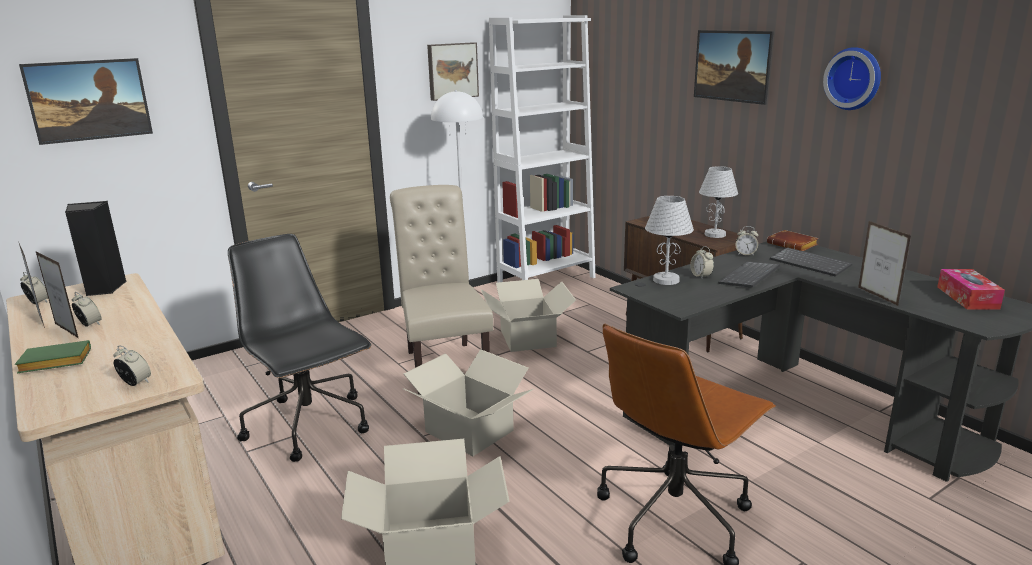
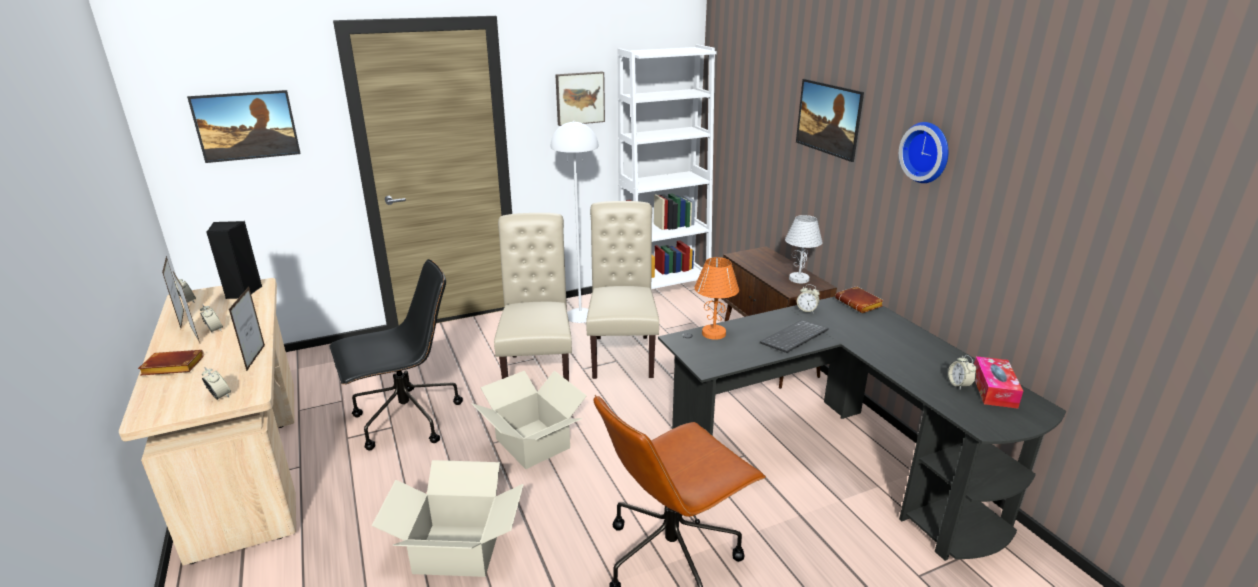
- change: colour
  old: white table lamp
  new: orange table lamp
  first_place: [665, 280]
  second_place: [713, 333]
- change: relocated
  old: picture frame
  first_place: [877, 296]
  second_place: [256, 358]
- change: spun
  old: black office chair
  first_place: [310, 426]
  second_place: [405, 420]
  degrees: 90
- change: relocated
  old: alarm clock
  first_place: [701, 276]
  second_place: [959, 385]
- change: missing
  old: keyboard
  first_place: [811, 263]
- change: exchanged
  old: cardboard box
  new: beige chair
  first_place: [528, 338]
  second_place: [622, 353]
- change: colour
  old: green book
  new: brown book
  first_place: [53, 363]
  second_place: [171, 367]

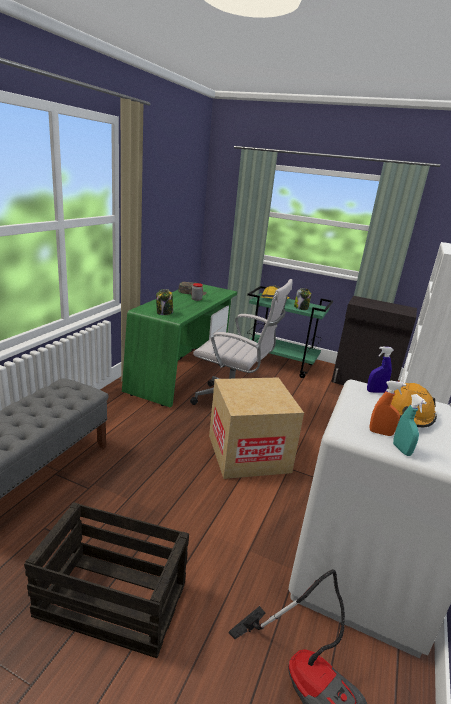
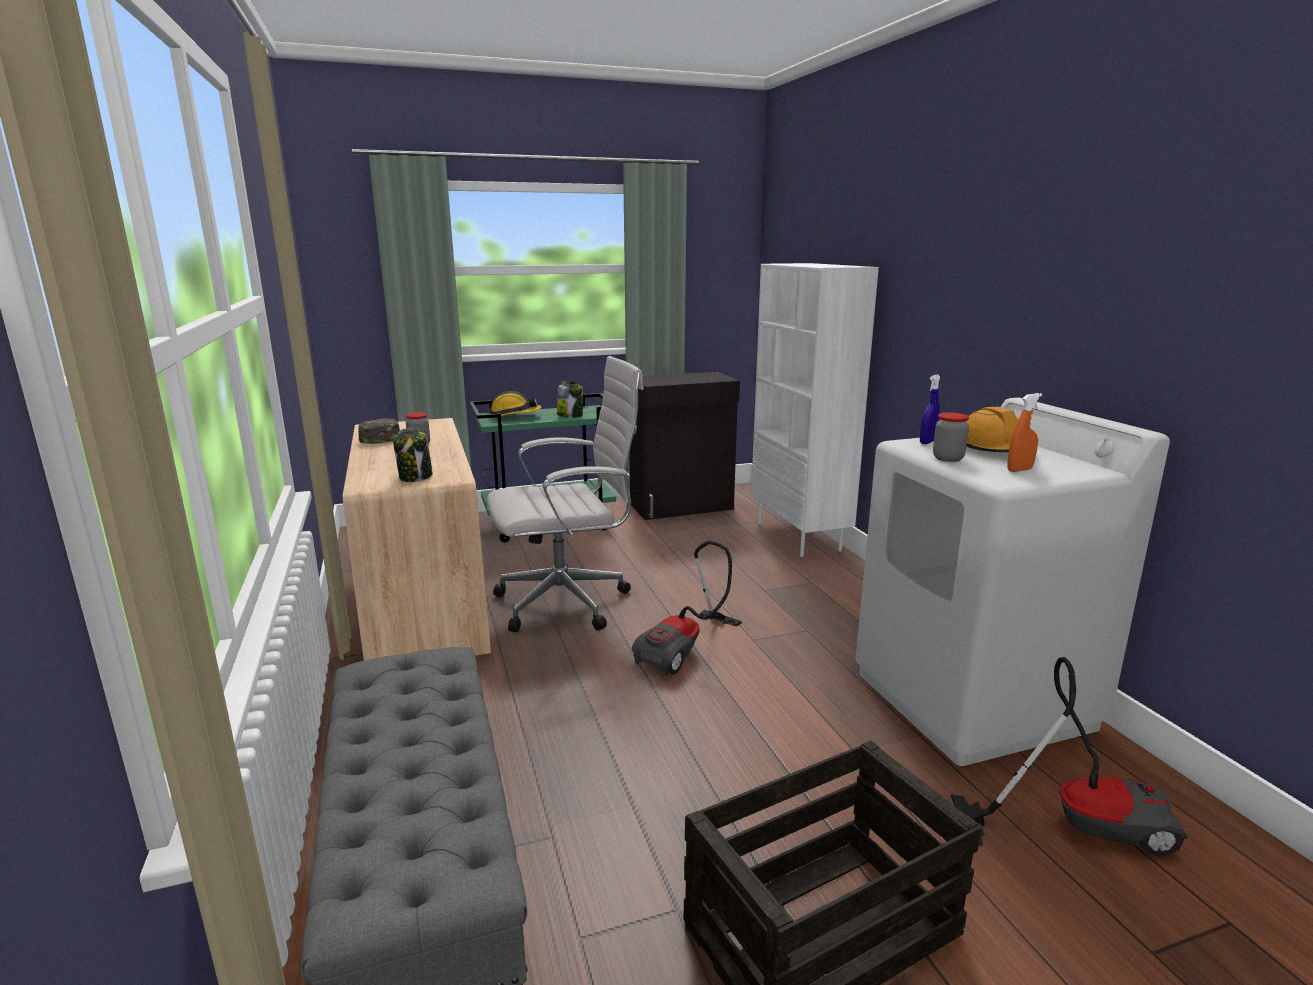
- change: colour
  old: green desk
  new: beige desk
  first_place: [181, 373]
  second_place: [423, 599]
- change: exchanged
  old: cardboard box
  new: vacuum cleaner
  first_place: [248, 453]
  second_place: [686, 650]
- change: missing
  old: turquoise spray bottle
  first_place: [401, 450]
- change: appeared
  new: jar
  second_place: [948, 458]

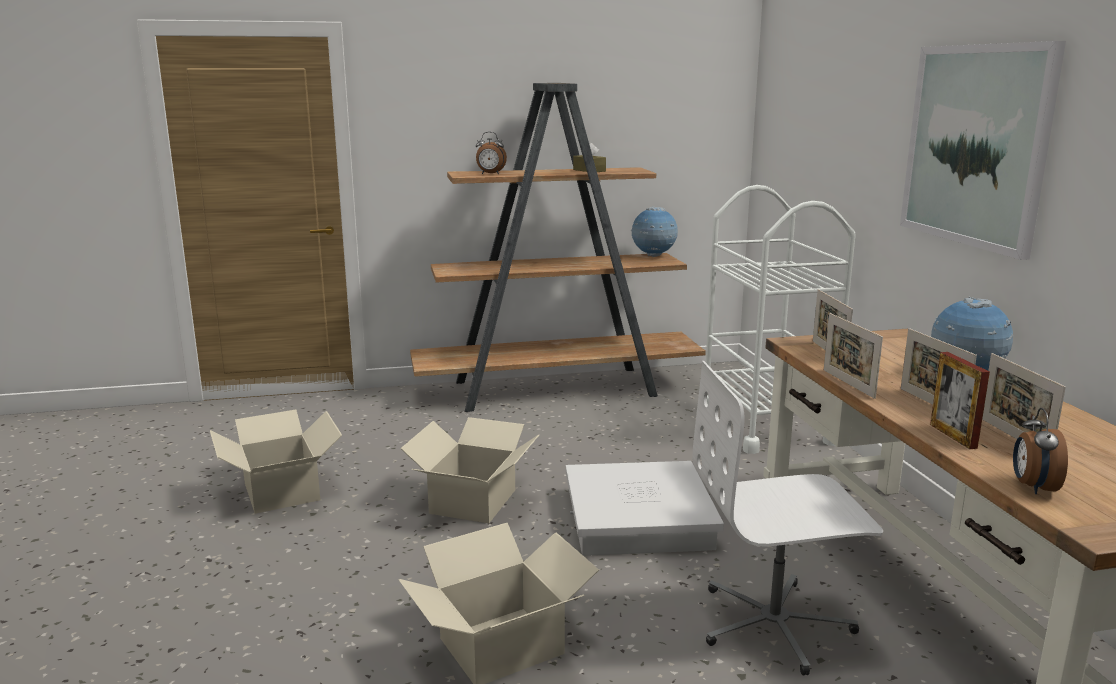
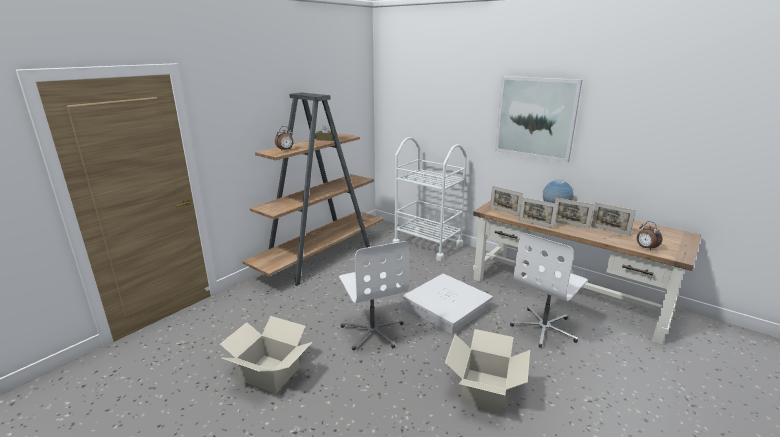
- change: missing
  old: globe
  first_place: [653, 256]
- change: missing
  old: picture frame
  first_place: [953, 436]
- change: exchanged
  old: cardboard box
  new: white office chair
  first_place: [472, 501]
  second_place: [373, 331]

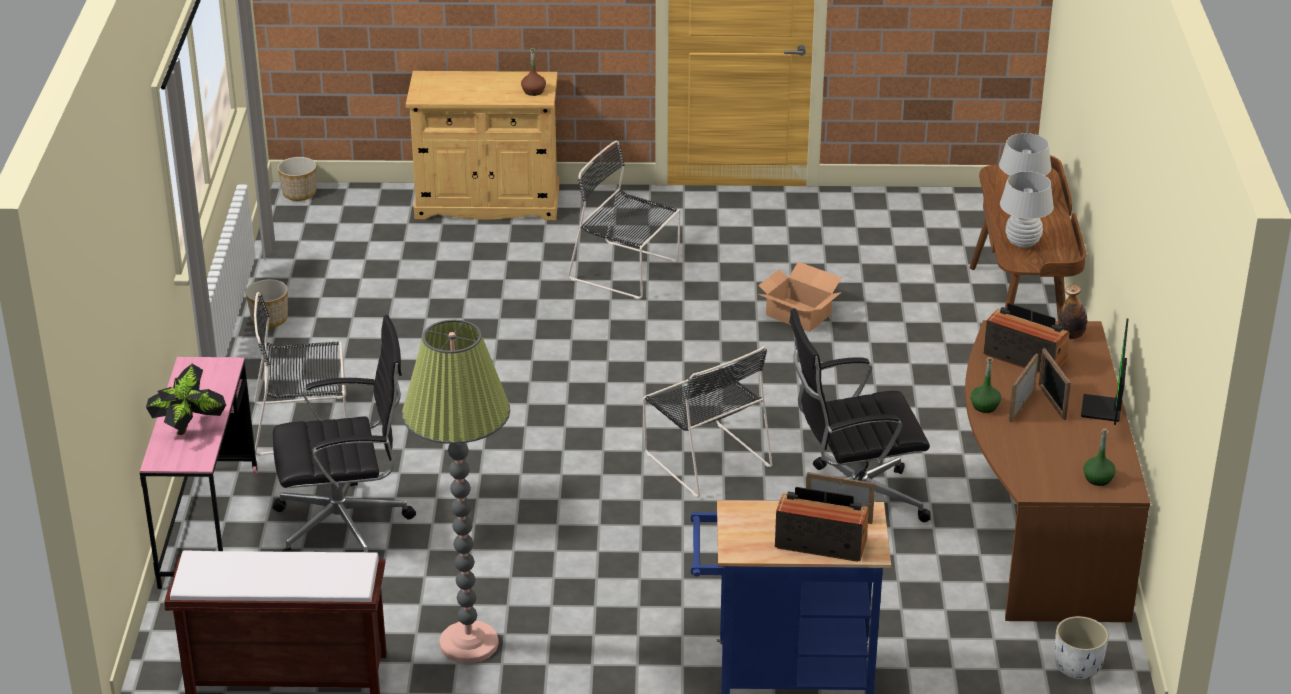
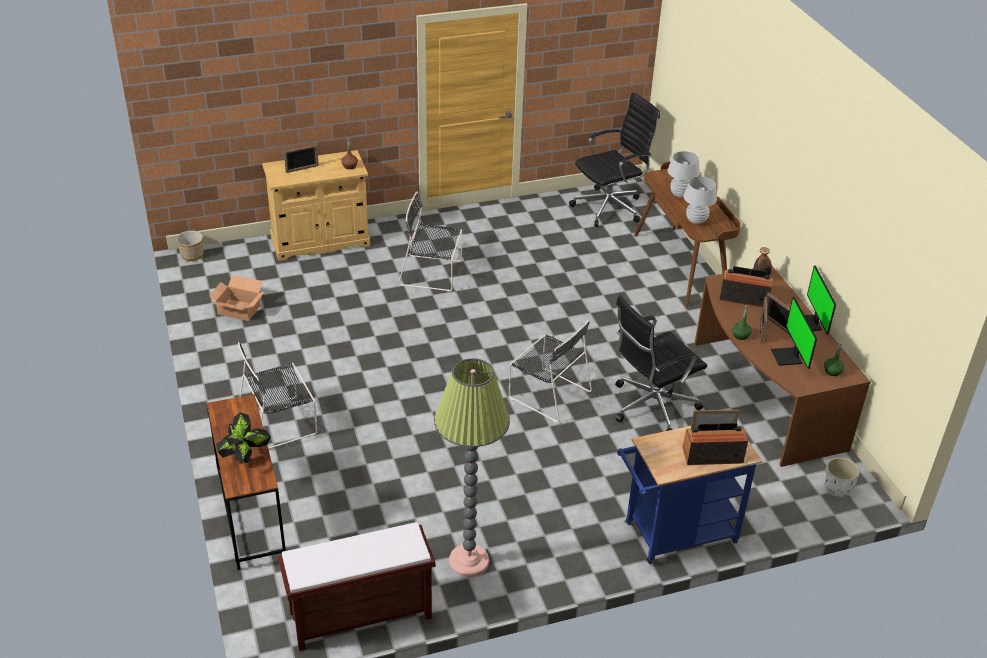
- change: relocated
  old: cardboard box
  first_place: [798, 314]
  second_place: [239, 309]
- change: missing
  old: planter
  first_place: [269, 319]
- change: relocated
  old: black office chair
  first_place: [346, 526]
  second_place: [610, 207]
- change: colour
  old: pink desk
  new: brown desk
  first_place: [209, 528]
  second_place: [251, 515]
- change: appeared
  new: picture frame
  second_place: [302, 169]
- change: appeared
  new: monitor
  second_place: [788, 357]

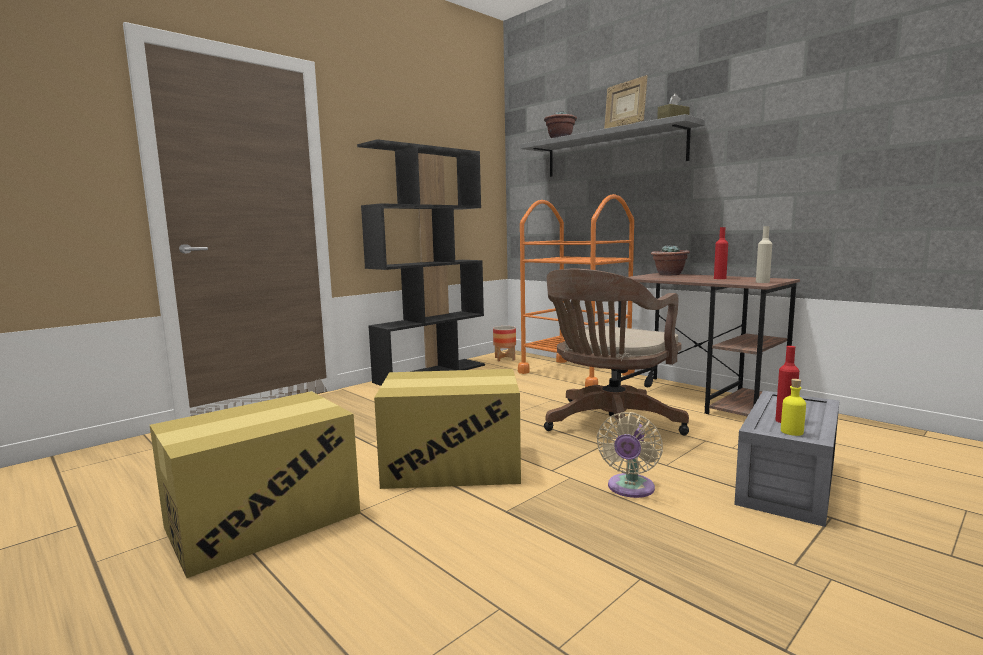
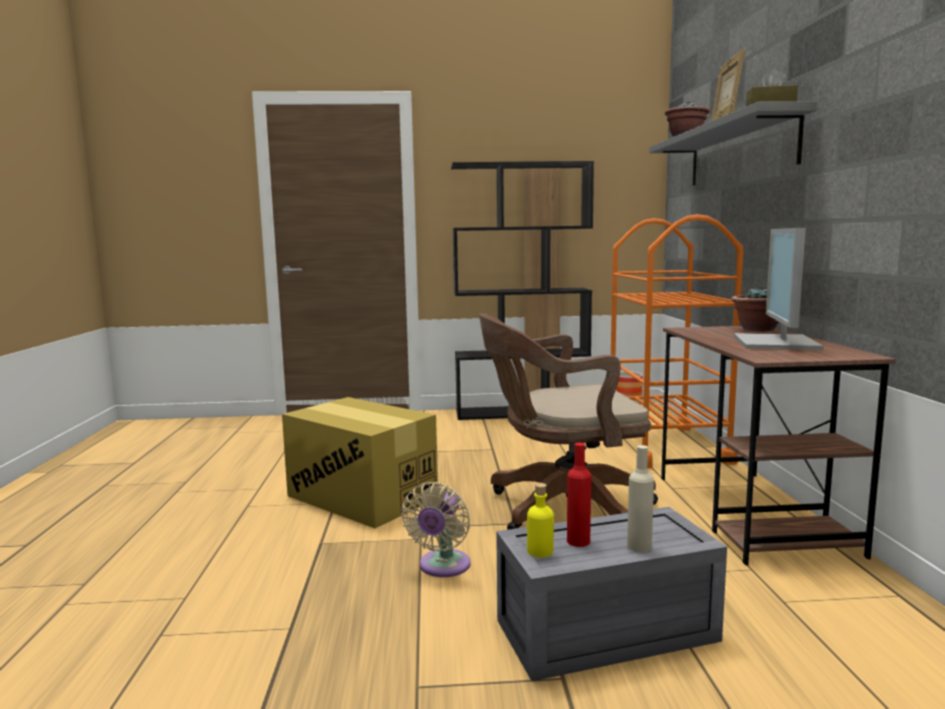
- change: relocated
  old: beige bottle
  first_place: [762, 282]
  second_place: [639, 546]
- change: exchanged
  old: red bottle
  new: monitor
  first_place: [720, 278]
  second_place: [777, 343]
- change: missing
  old: cardboard box
  first_place: [263, 520]
- change: spun
  old: beige fan
  first_place: [630, 489]
  second_place: [442, 567]
  degrees: -45

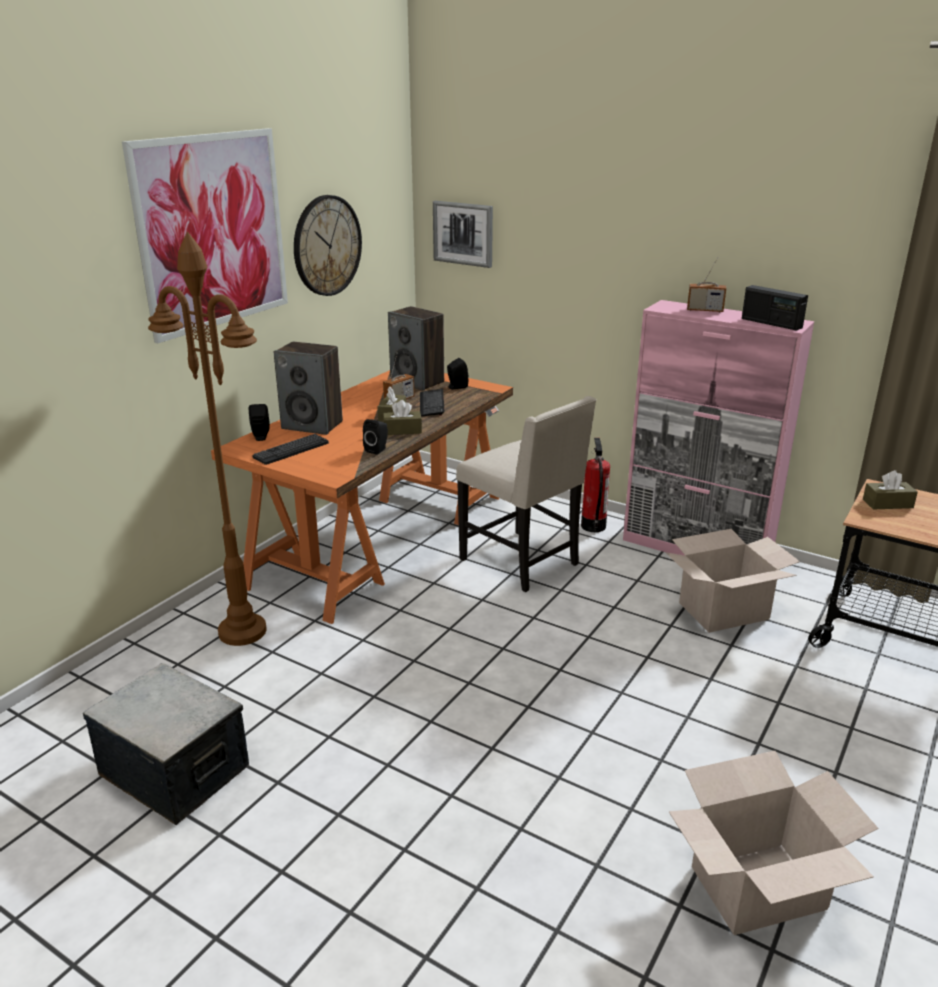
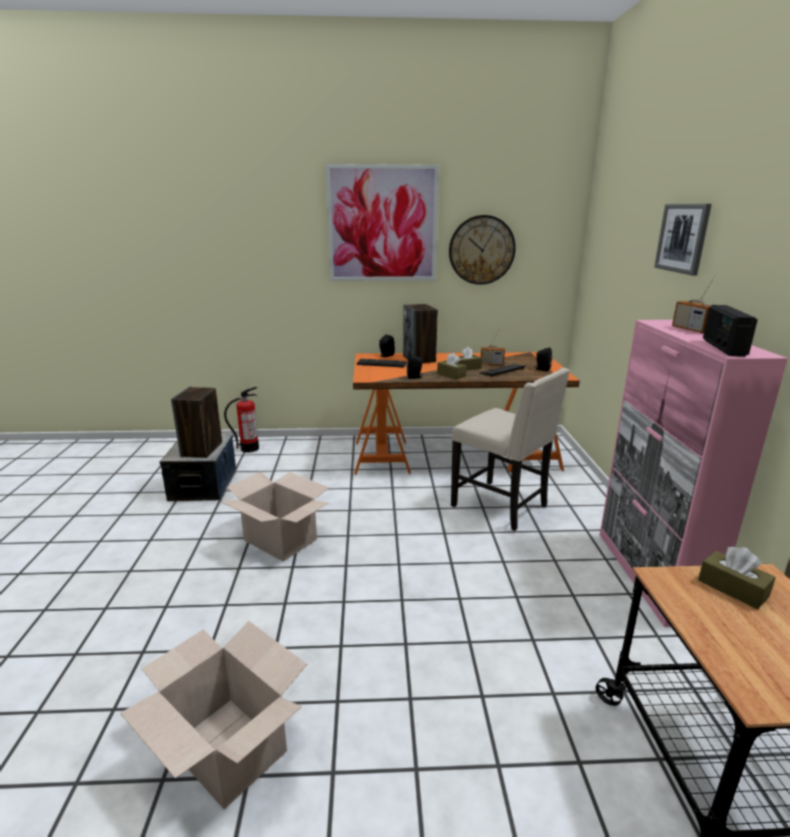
- change: relocated
  old: picture
  first_place: [463, 233]
  second_place: [683, 238]
- change: missing
  old: brown floor lamp
  first_place: [241, 631]
- change: relocated
  old: speaker
  first_place: [418, 381]
  second_place: [202, 450]
- change: spun
  old: beige chair
  first_place: [522, 562]
  second_place: [501, 506]
  degrees: -60
- change: relocated
  old: fire extinguisher
  first_place: [593, 526]
  second_place: [249, 448]
- change: relocated
  old: cardboard box
  first_place: [723, 611]
  second_place: [279, 540]

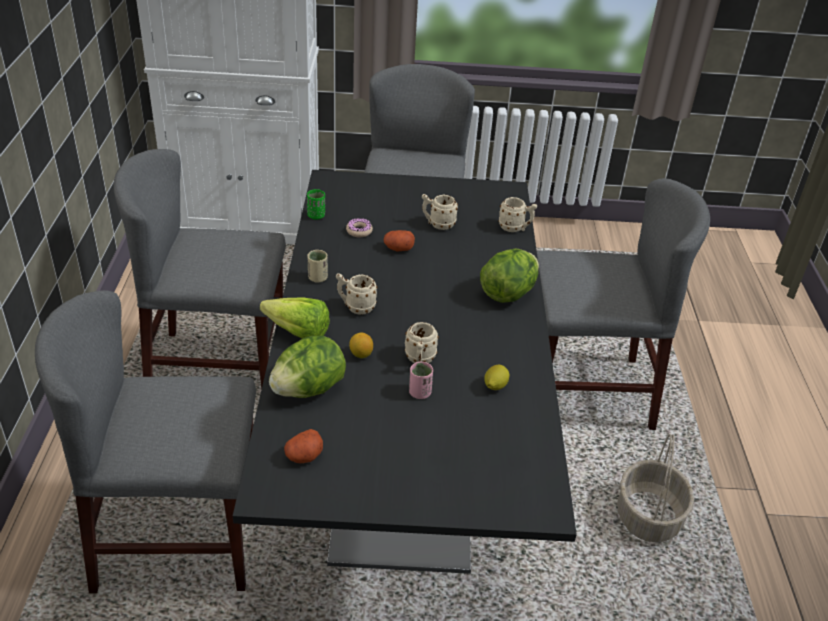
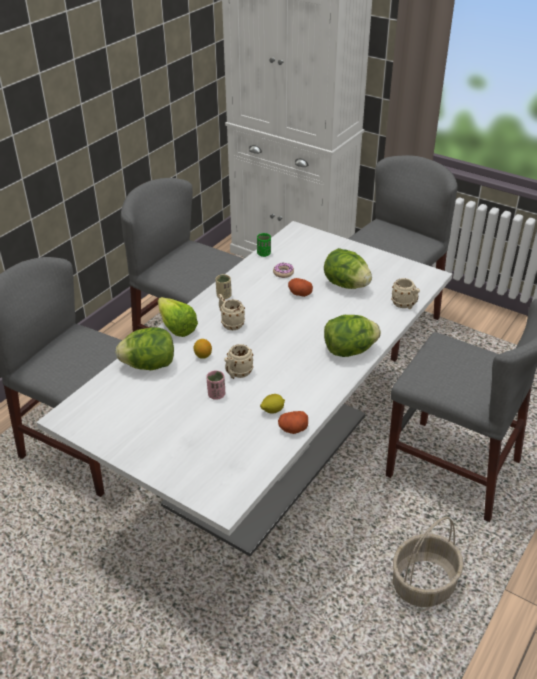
- change: colour
  old: black dining table
  new: white dining table
  first_place: [404, 459]
  second_place: [269, 459]
- change: exchanged
  old: beige mug
  new: lettuce
  first_place: [437, 224]
  second_place: [346, 285]
- change: relocated
  old: potato
  first_place: [304, 456]
  second_place: [292, 429]

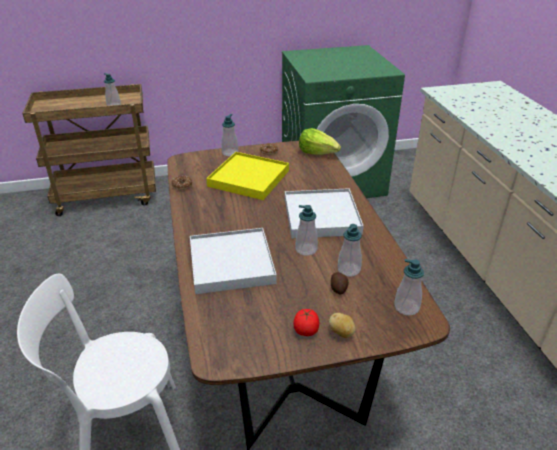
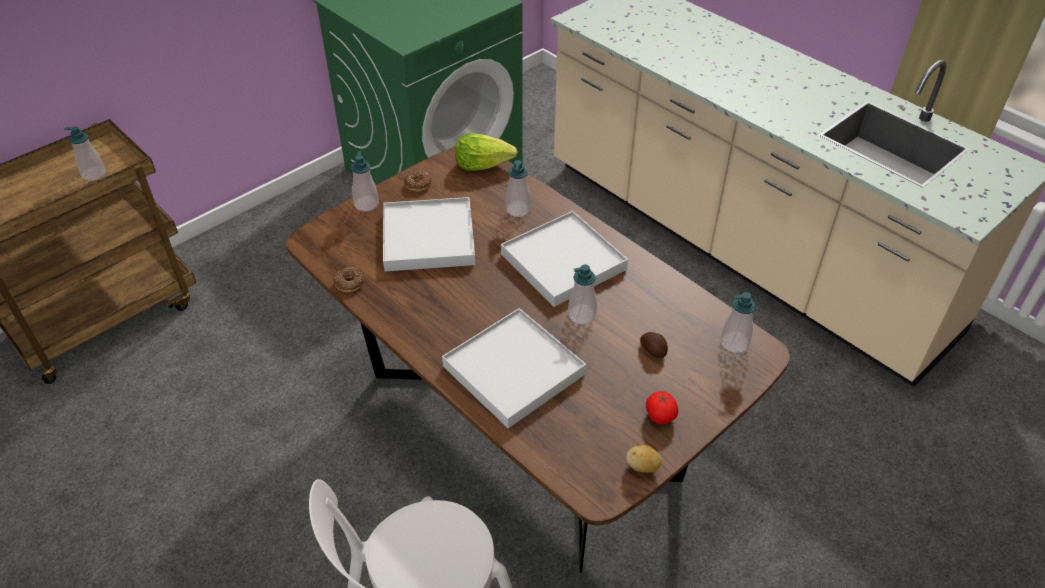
- change: colour
  old: yellow tray
  new: white tray
  first_place: [248, 178]
  second_place: [428, 238]
- change: relocated
  old: soap dispenser
  first_place: [349, 269]
  second_place: [518, 209]
- change: relocated
  old: potato
  first_place: [341, 333]
  second_place: [642, 467]

